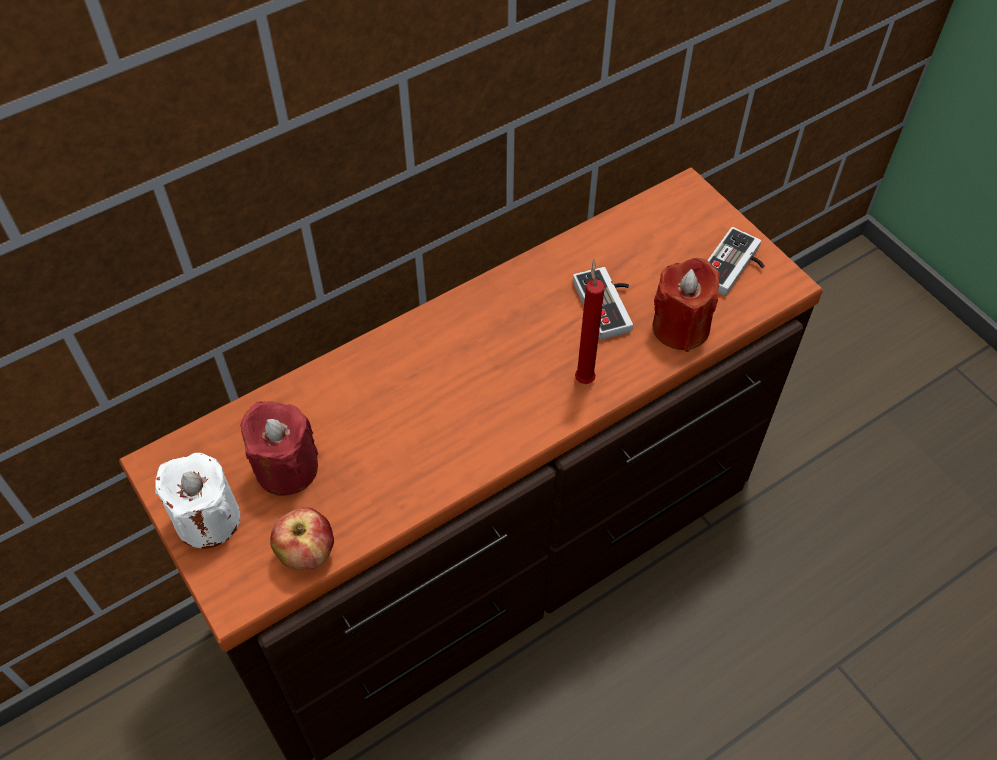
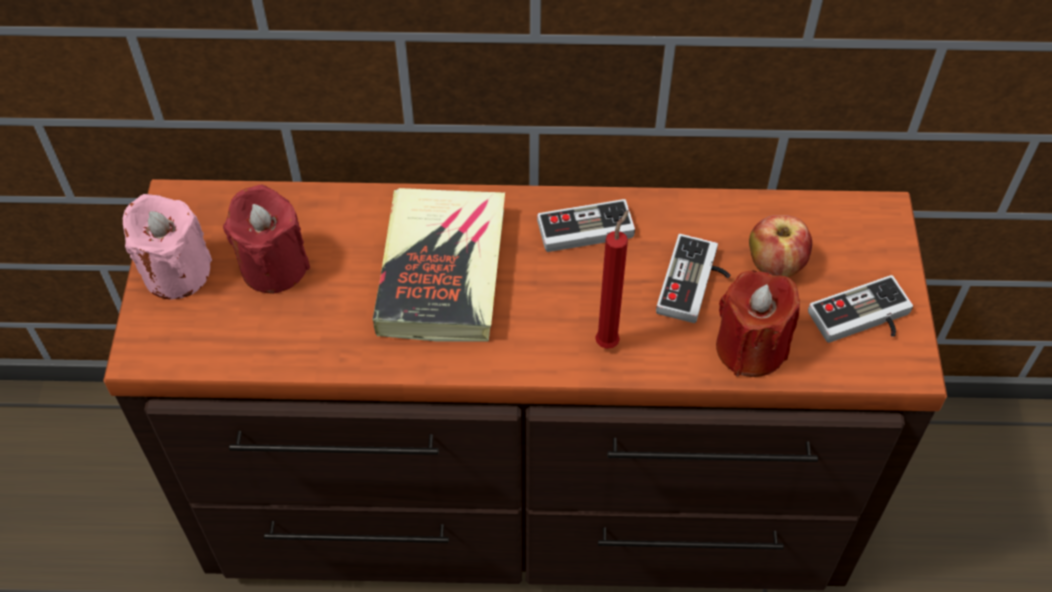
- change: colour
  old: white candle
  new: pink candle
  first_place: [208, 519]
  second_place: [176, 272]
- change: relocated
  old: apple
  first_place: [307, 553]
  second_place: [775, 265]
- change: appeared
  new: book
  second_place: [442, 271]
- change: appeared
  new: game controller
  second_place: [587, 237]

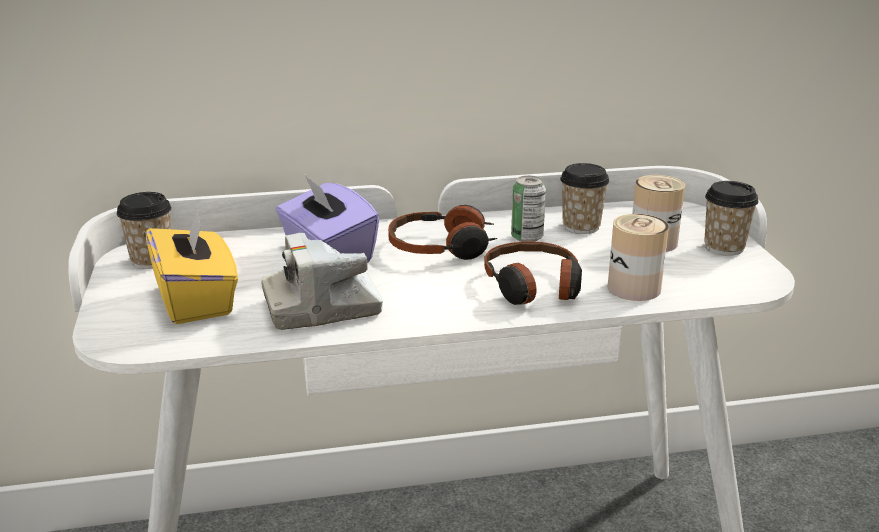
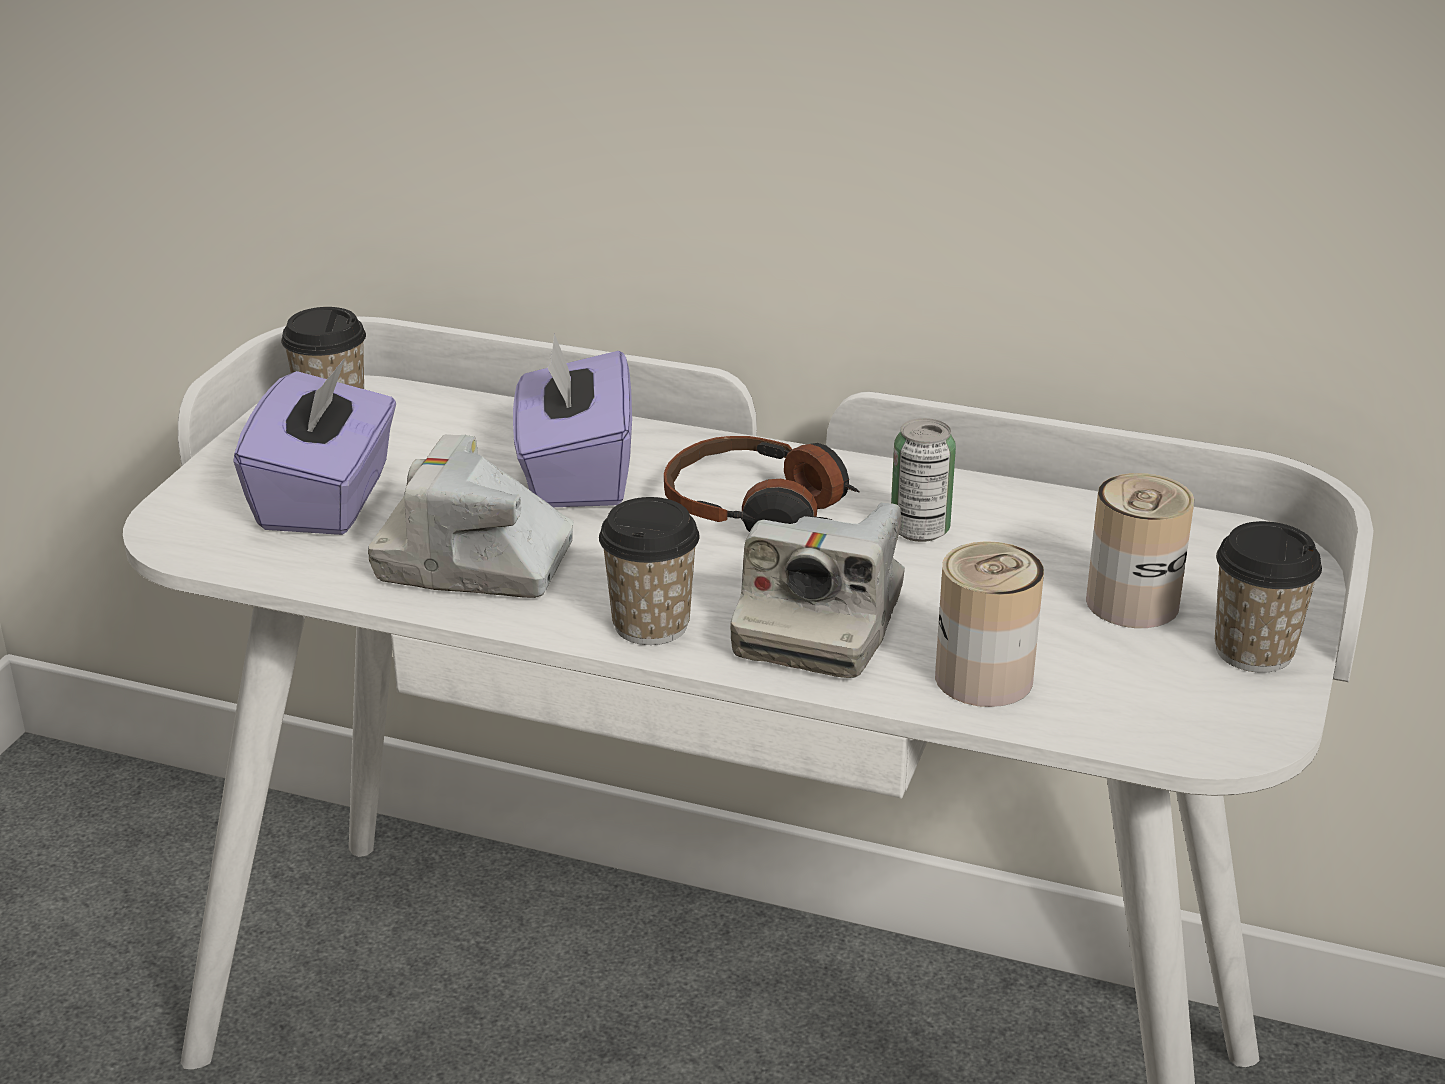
- change: relocated
  old: cup
  first_place: [581, 227]
  second_place: [651, 625]
- change: colour
  old: yellow tissue box
  new: purple tissue box
  first_place: [197, 300]
  second_place: [327, 499]
- change: exchanged
  old: headphones
  new: photo camera
  first_place: [533, 287]
  second_place: [820, 624]

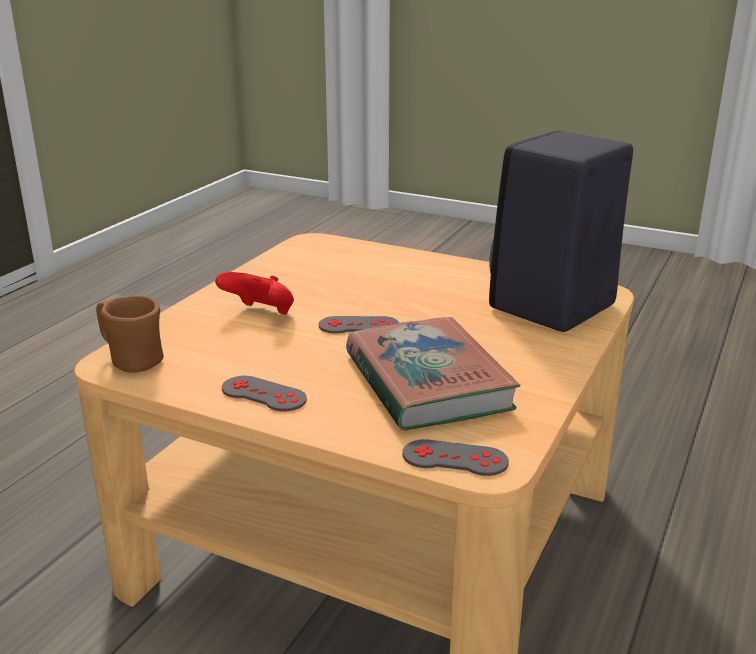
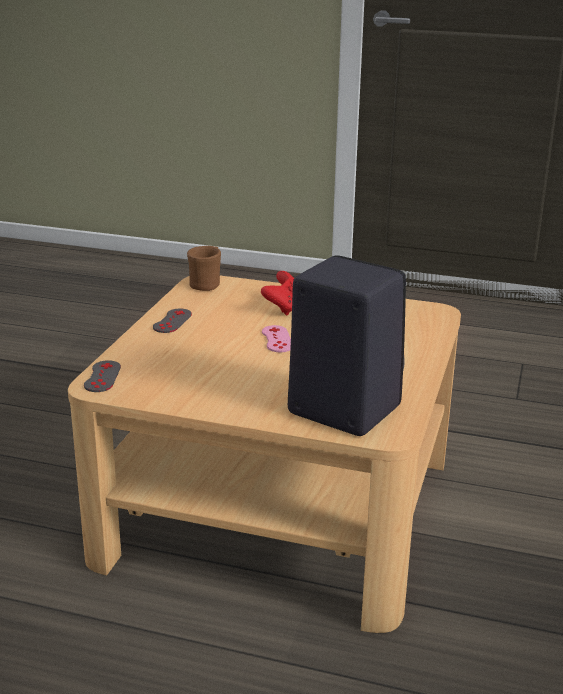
- change: colour
  old: grey game controller
  new: pink game controller
  first_place: [359, 326]
  second_place: [277, 339]
- change: missing
  old: book
  first_place: [427, 382]

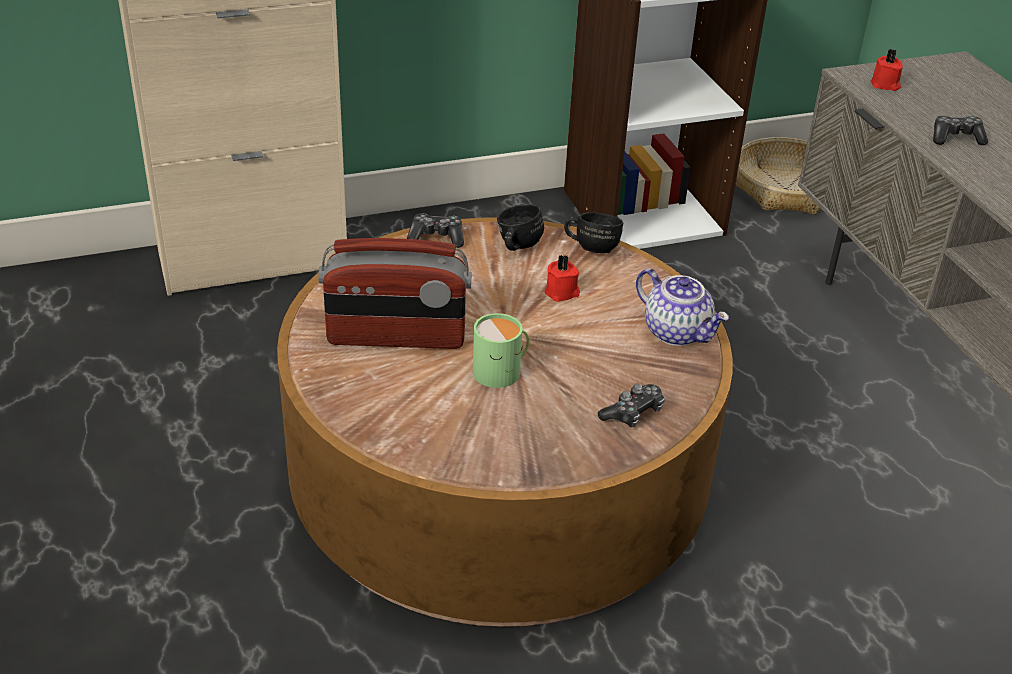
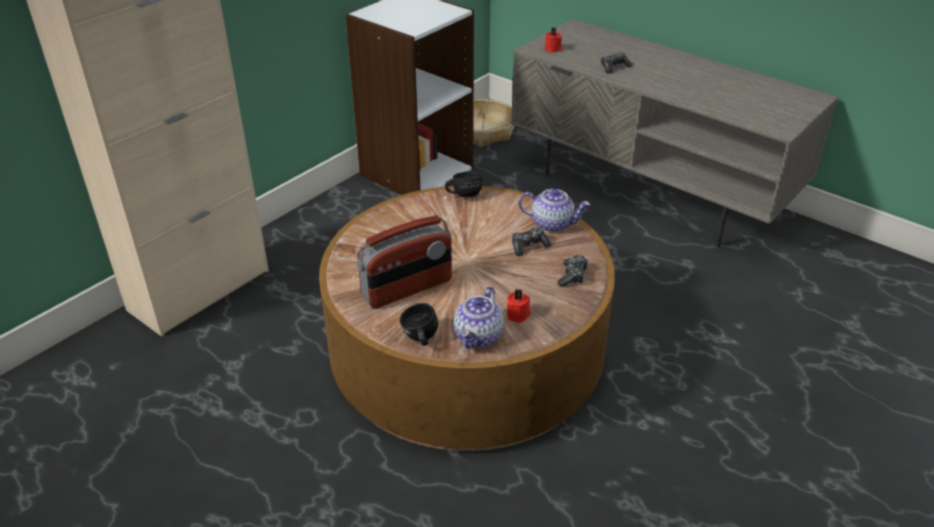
- change: relocated
  old: black mug
  first_place: [516, 246]
  second_place: [419, 339]
- change: relocated
  old: game controller
  first_place: [436, 238]
  second_place: [528, 246]
- change: relocated
  old: red candle
  first_place: [562, 293]
  second_place: [518, 315]
- change: missing
  old: green mug
  first_place: [501, 371]
- change: appeared
  new: teapot
  second_place: [479, 337]

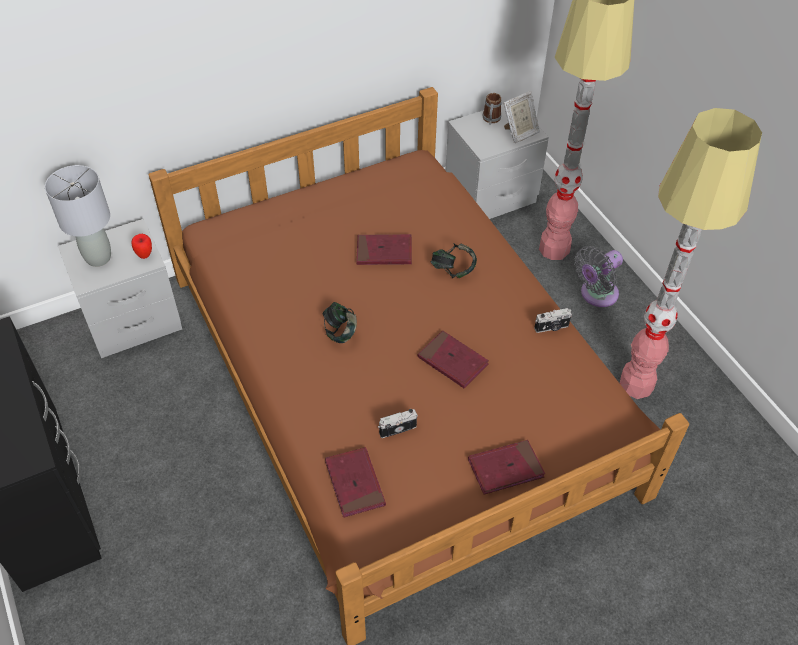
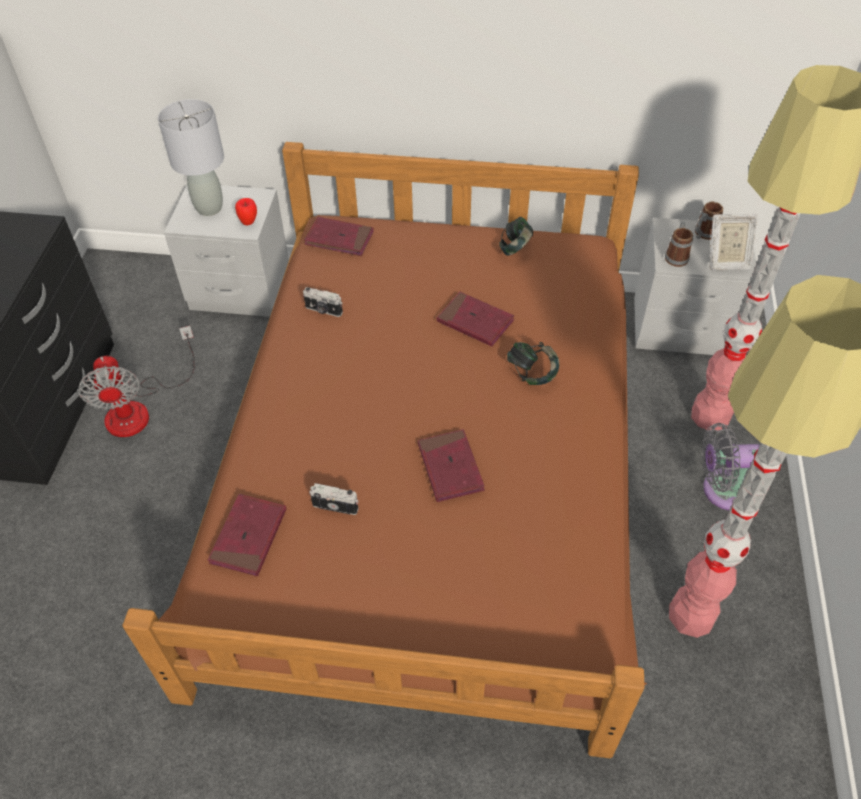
- change: relocated
  old: headphones
  first_place: [340, 332]
  second_place: [515, 249]
- change: relocated
  old: photo camera
  first_place: [552, 328]
  second_place: [323, 310]
- change: relocated
  old: red book
  first_place: [505, 469]
  second_place: [339, 239]
- change: appeared
  new: mug
  second_place: [676, 255]
- change: appeared
  new: fan
  second_place: [139, 408]

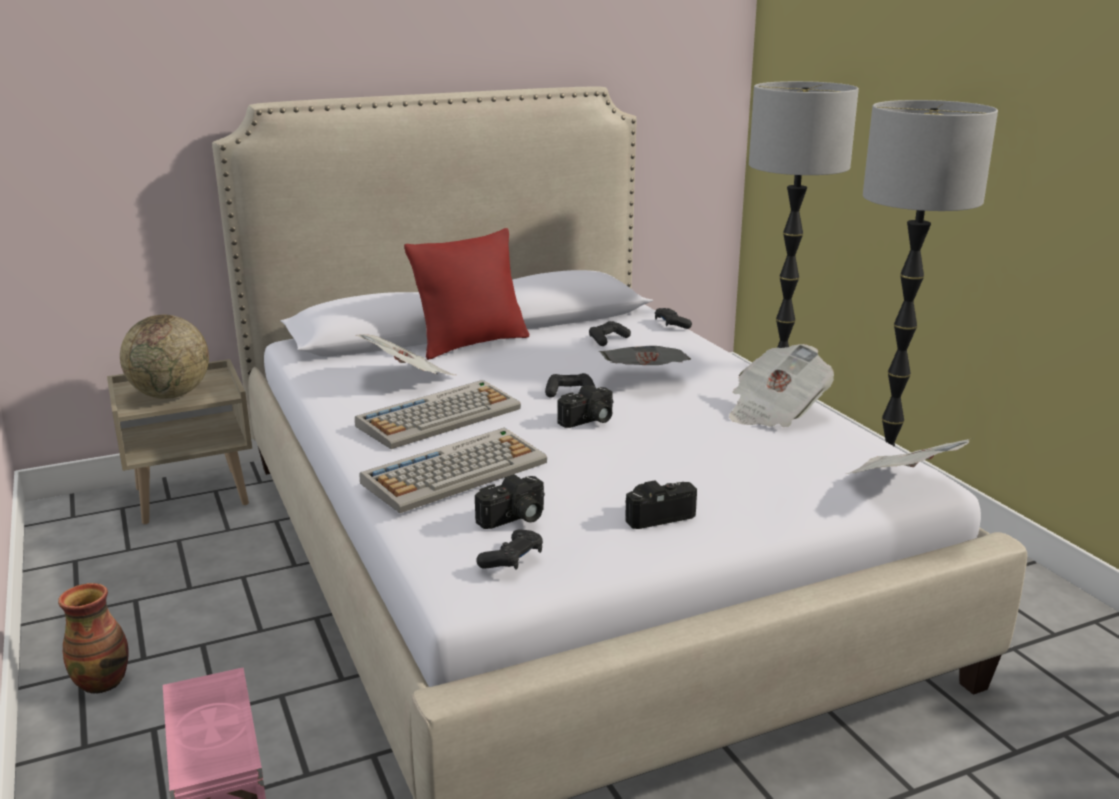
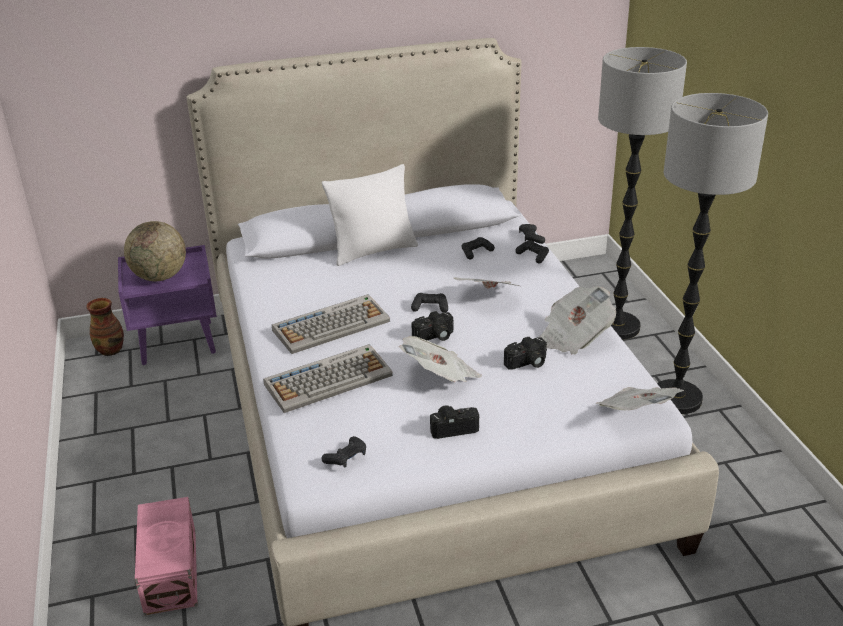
- change: colour
  old: red pillow
  new: white pillow
  first_place: [471, 344]
  second_place: [373, 251]
- change: relocated
  old: newspaper
  first_place: [408, 379]
  second_place: [441, 377]
- change: colour
  old: beige nightstand
  new: purple nightstand
  first_place: [193, 495]
  second_place: [178, 342]
- change: relocated
  old: photo camera
  first_place: [514, 519]
  second_place: [527, 363]
- change: relocated
  old: vase
  first_place: [103, 682]
  second_place: [111, 350]
- change: appeared
  new: black game controller
  second_place: [533, 256]

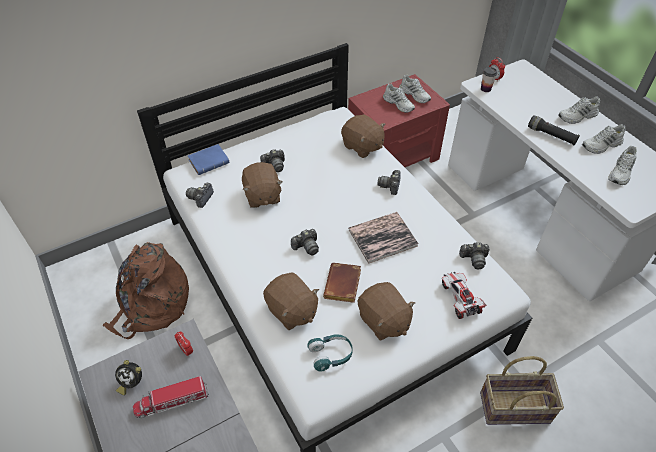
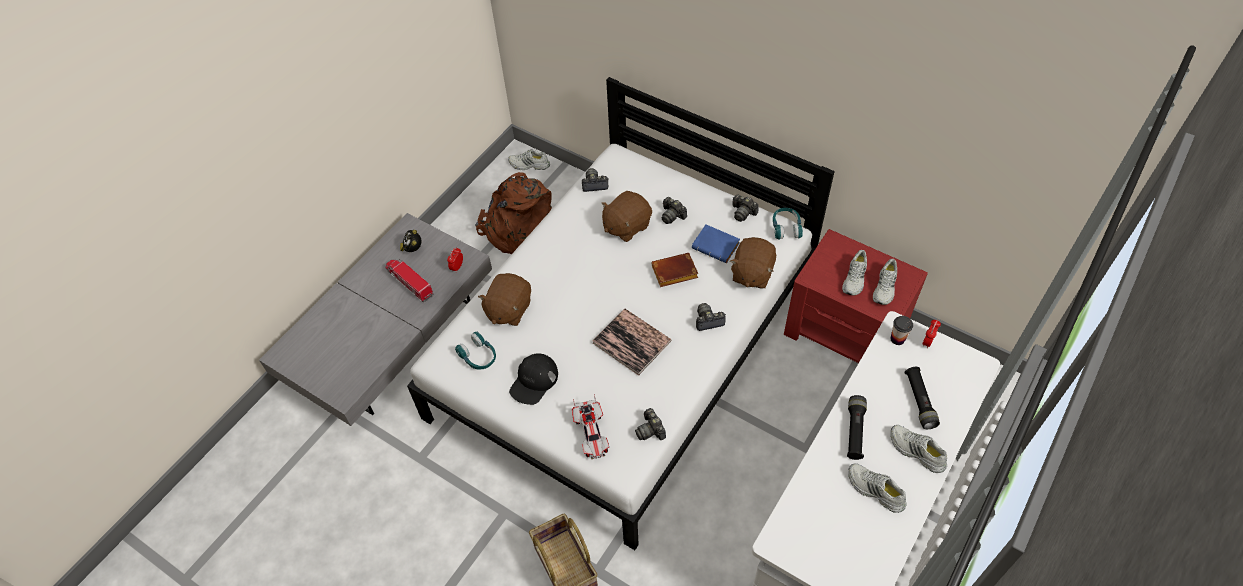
- change: relocated
  old: blue book
  first_place: [209, 161]
  second_place: [717, 246]
- change: relocated
  old: white shoe
  first_place: [621, 172]
  second_place: [529, 165]
- change: relocated
  old: photo camera
  first_place: [306, 247]
  second_place: [743, 212]
- change: relocated
  old: brown book
  first_place: [343, 286]
  second_place: [673, 273]
- change: spun
  old: toy car
  first_place: [459, 299]
  second_place: [592, 434]
  degrees: 120
- change: exchanged
  old: brown plush toy
  new: black cap
  first_place: [383, 321]
  second_place: [534, 381]
- change: appeared
  new: turquoise headphones
  second_place: [786, 227]
- change: appeared
  new: black flashlight
  second_place: [919, 401]

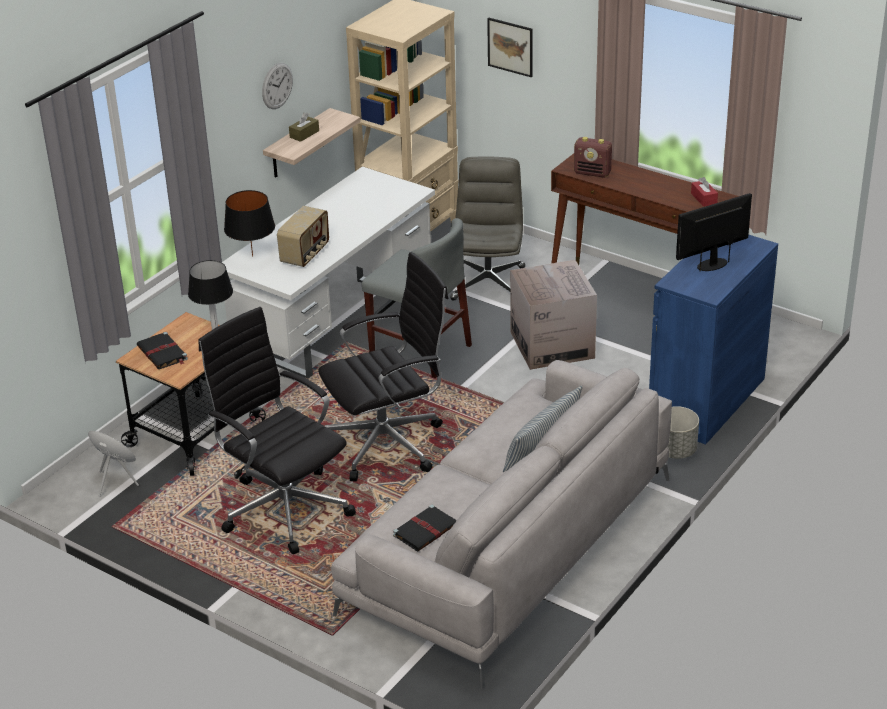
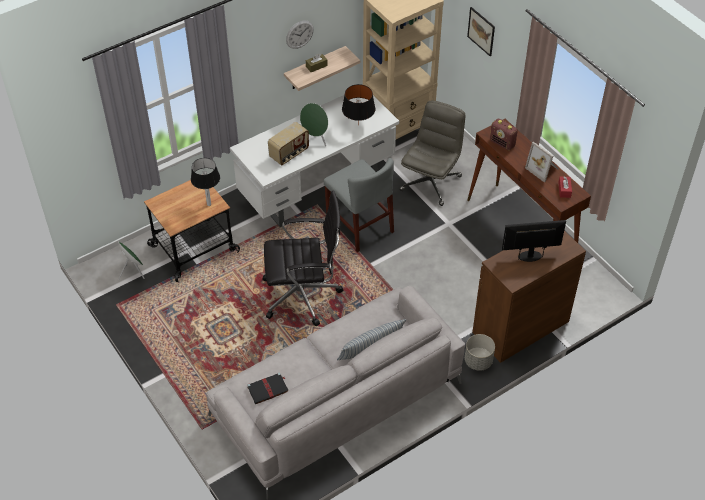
- change: relocated
  old: black table lamp
  first_place: [252, 256]
  second_place: [358, 125]
- change: colour
  old: blue cabinet
  new: brown cabinet
  first_place: [706, 400]
  second_place: [520, 327]
- change: missing
  old: cardboard box
  first_place: [552, 345]
- change: missing
  old: black office chair
  first_place: [284, 507]
- change: missing
  old: black book
  first_place: [163, 353]
- change: appeared
  new: green speaker
  second_place: [316, 138]
- change: appeared
  new: picture frame
  second_place: [543, 169]

